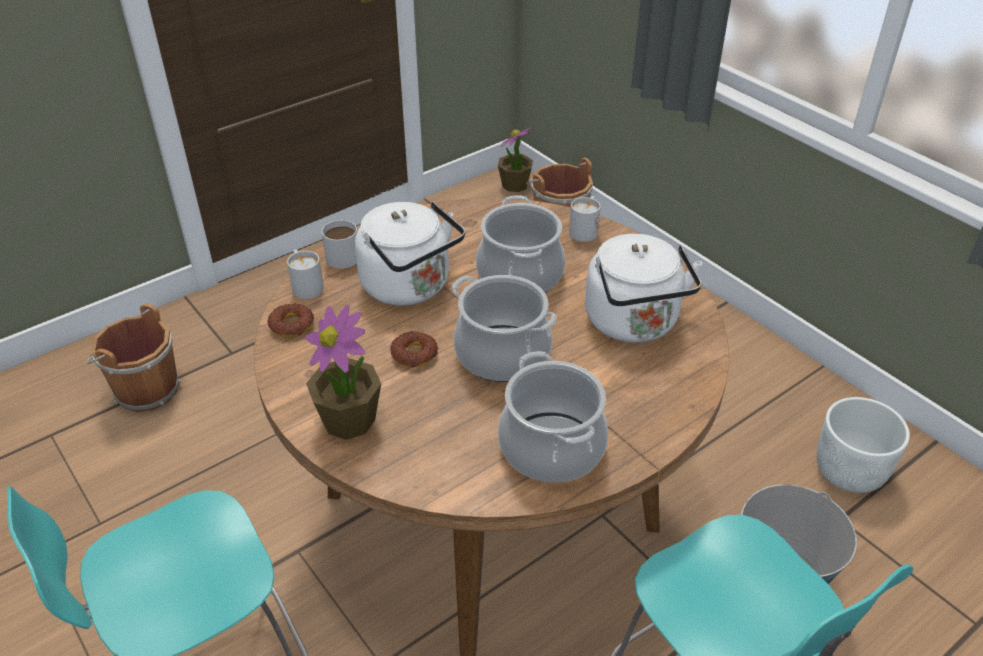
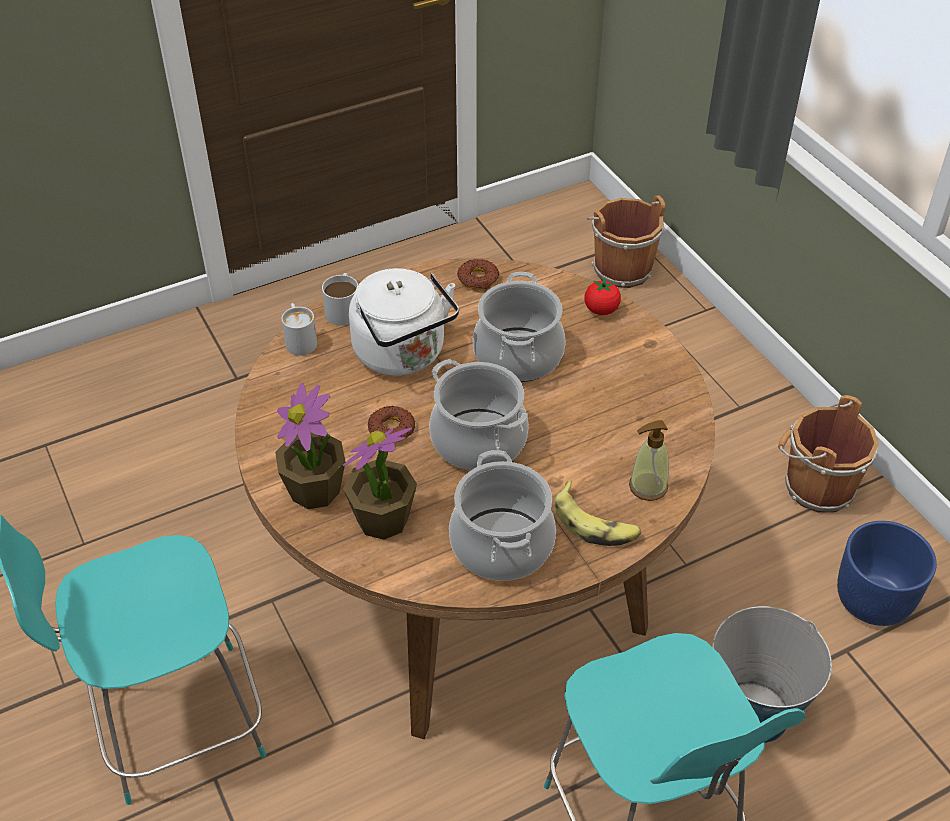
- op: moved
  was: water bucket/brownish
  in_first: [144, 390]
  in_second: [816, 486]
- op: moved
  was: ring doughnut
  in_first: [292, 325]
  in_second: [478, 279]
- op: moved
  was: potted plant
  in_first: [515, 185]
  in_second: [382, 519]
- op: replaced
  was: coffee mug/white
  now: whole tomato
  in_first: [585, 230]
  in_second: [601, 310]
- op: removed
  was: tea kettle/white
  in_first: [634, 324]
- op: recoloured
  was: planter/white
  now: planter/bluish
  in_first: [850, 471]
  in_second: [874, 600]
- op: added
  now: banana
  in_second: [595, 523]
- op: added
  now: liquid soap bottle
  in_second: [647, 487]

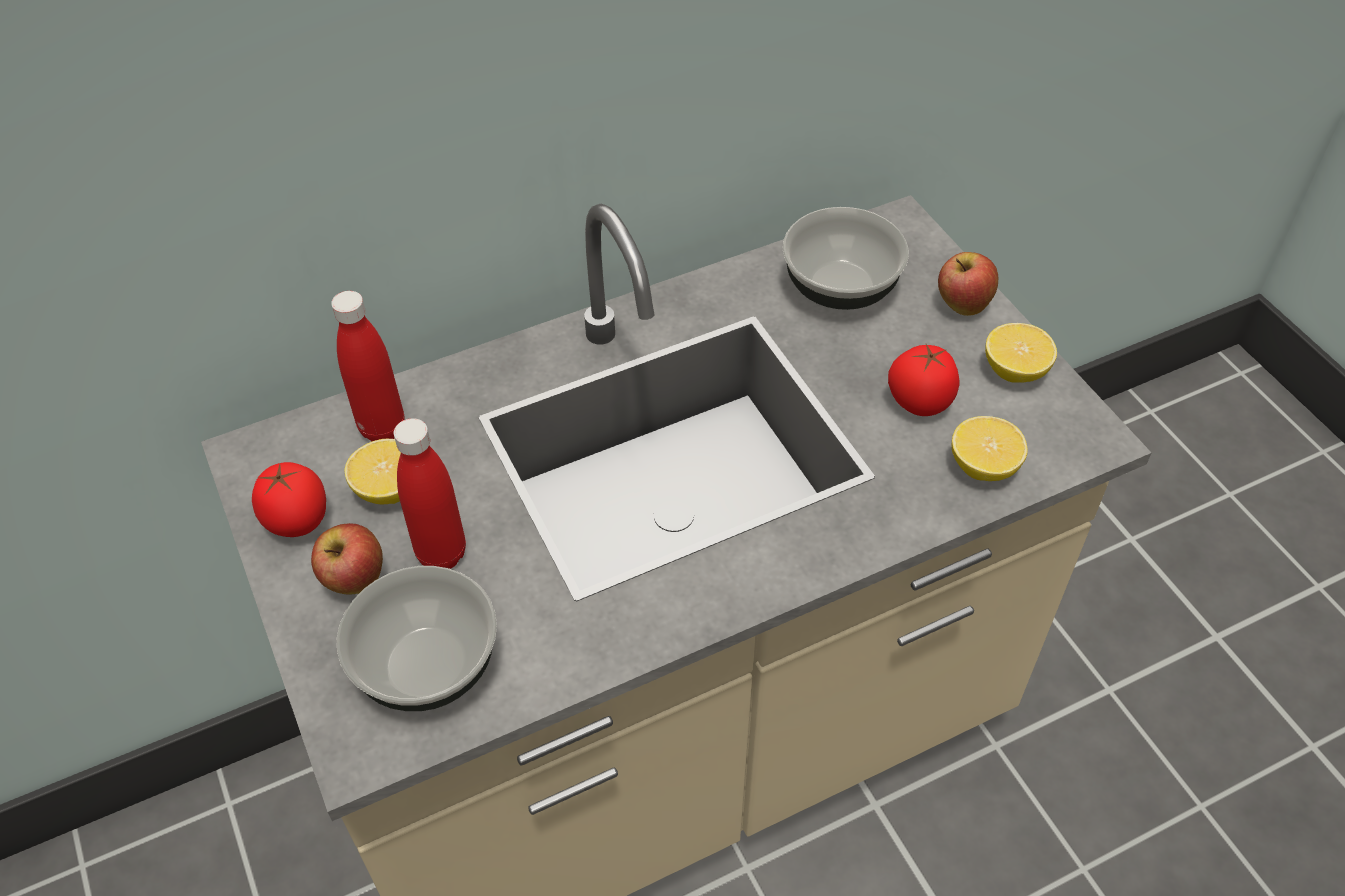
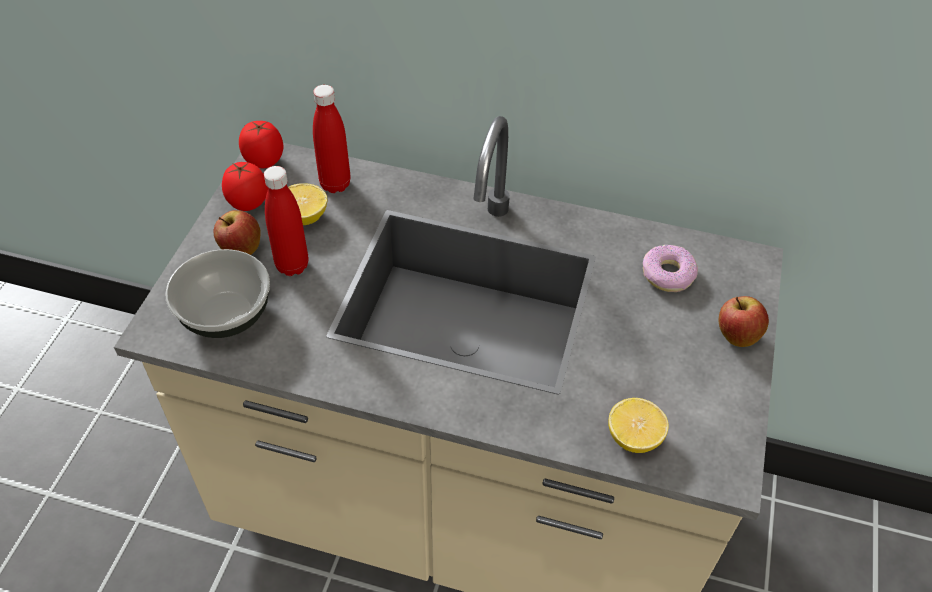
- op: replaced
  was: bowl
  now: ring doughnut
  in_first: [840, 288]
  in_second: [667, 274]
- op: moved
  was: whole tomato
  in_first: [919, 403]
  in_second: [264, 160]
- op: removed
  was: whole lemon
  in_first: [1015, 370]

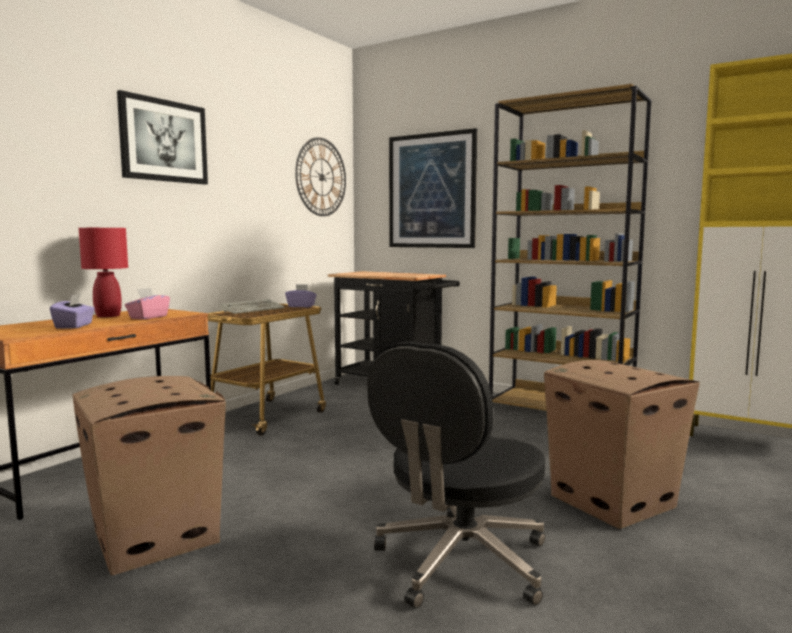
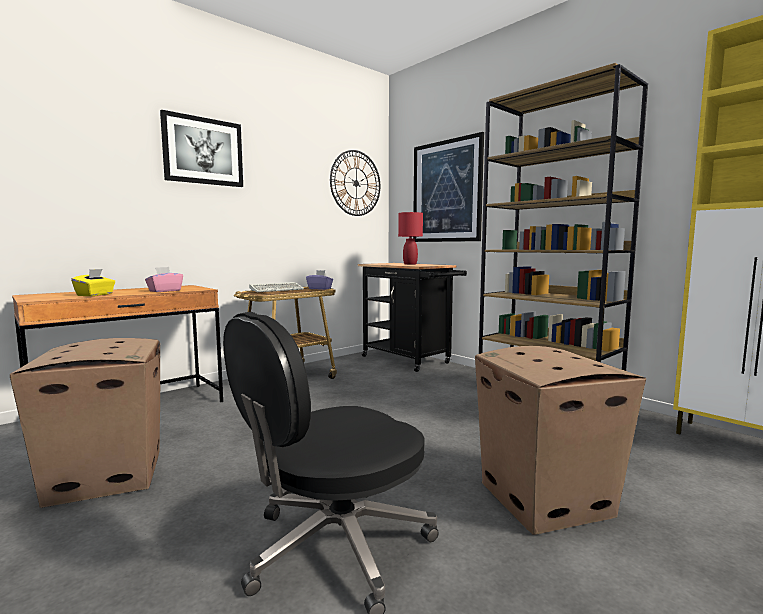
- op: recoloured
  was: tissue holder/purple-coloured
  now: tissue holder/yellow
  in_first: [74, 326]
  in_second: [95, 295]
- op: moved
  was: lamp for a table/red
  in_first: [107, 316]
  in_second: [410, 264]

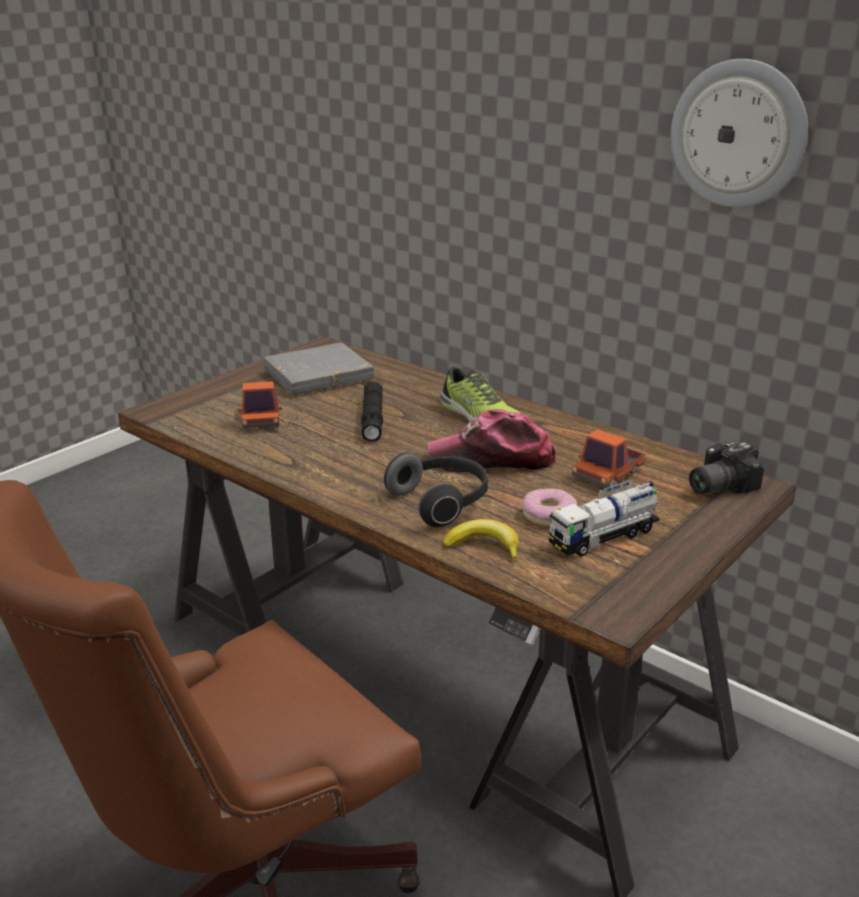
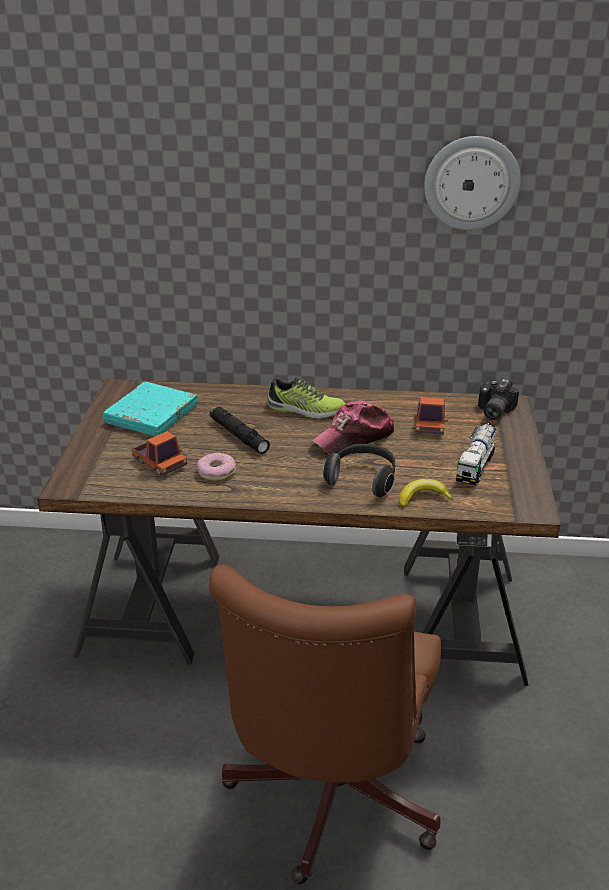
- op: recoloured
  was: bound book/greyish
  now: bound book/turquoise
  in_first: [318, 376]
  in_second: [151, 414]
- op: moved
  was: ring doughnut
  in_first: [549, 515]
  in_second: [217, 472]

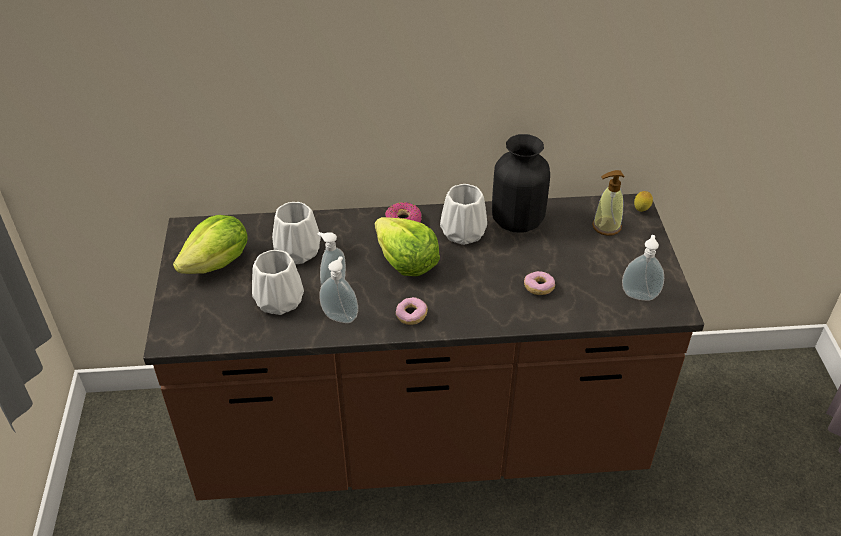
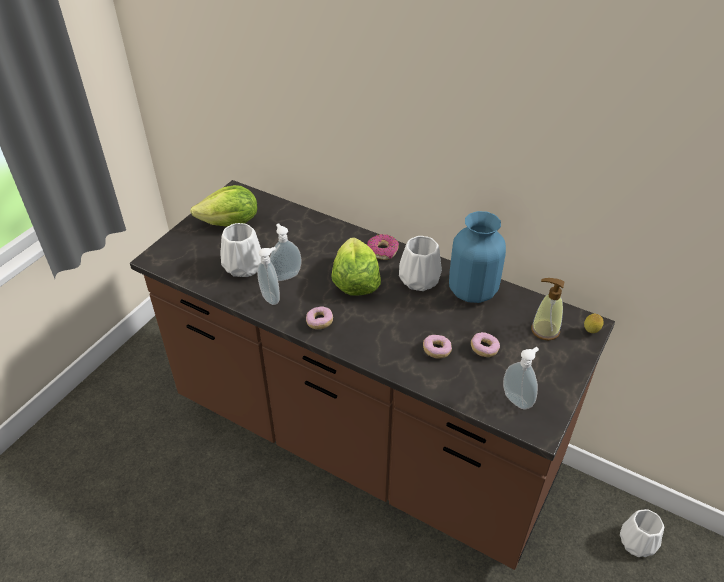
- op: moved
  was: flower vase/white
  in_first: [299, 252]
  in_second: [637, 543]
- op: recoloured
  was: flower vase/black-coloured
  now: flower vase/bluish
  in_first: [517, 220]
  in_second: [472, 290]
- op: added
  now: ring doughnut
  in_second: [484, 349]

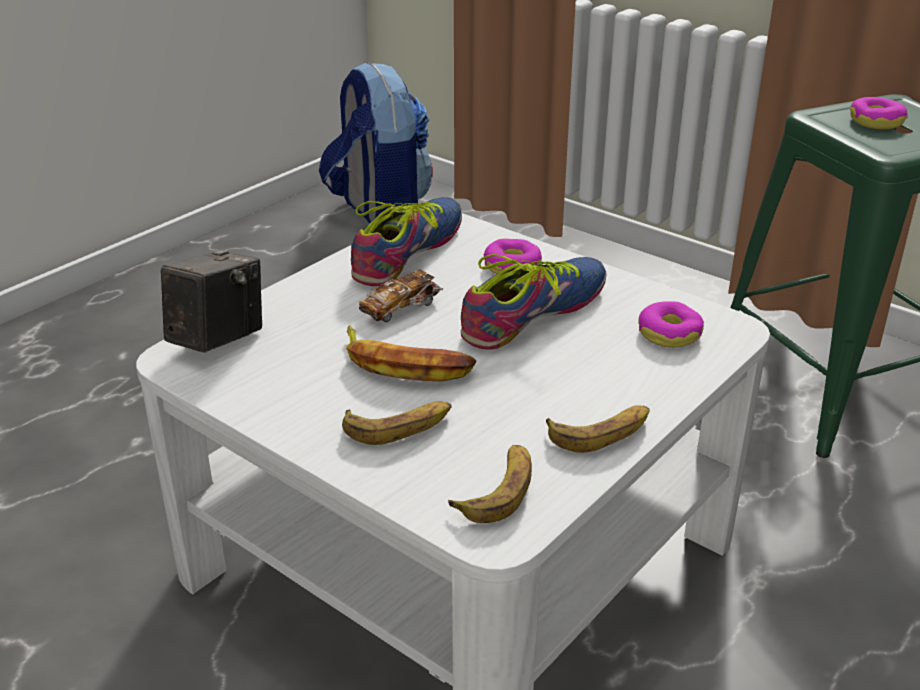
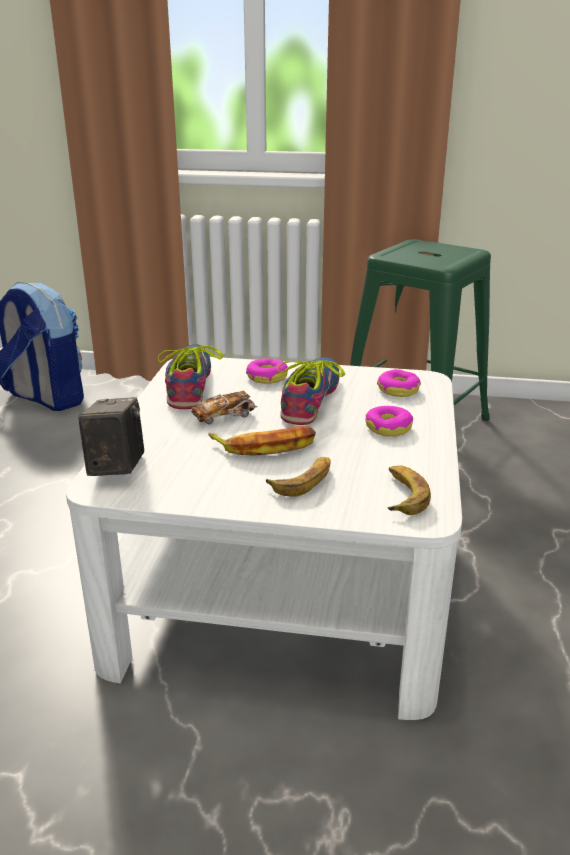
- op: turned
  was: miniature car
  in_first: [401, 309]
  in_second: [224, 417]
  clockwise: 45
- op: removed
  was: banana
  in_first: [600, 433]
- op: moved
  was: ring doughnut
  in_first: [876, 122]
  in_second: [389, 428]

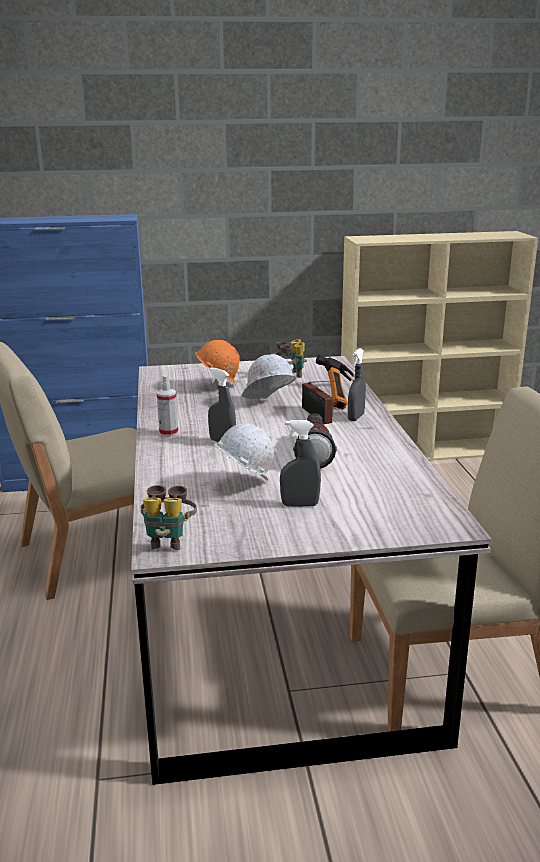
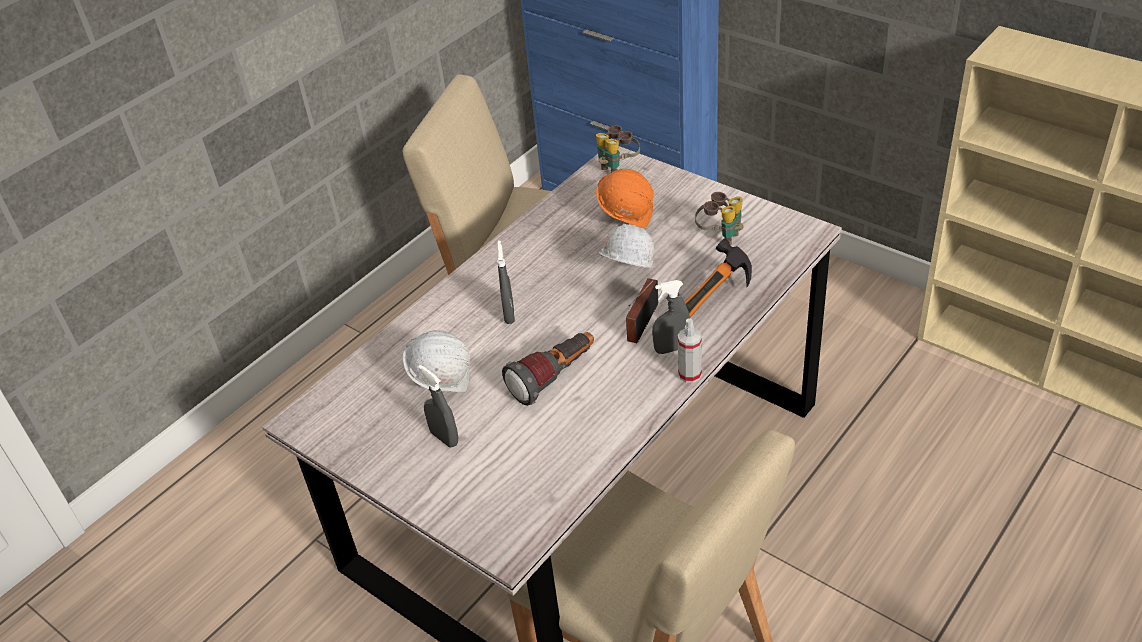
- op: moved
  was: pair of binoculars
  in_first: [168, 540]
  in_second: [618, 167]
- op: moved
  was: spray bottle
  in_first: [168, 433]
  in_second: [690, 374]

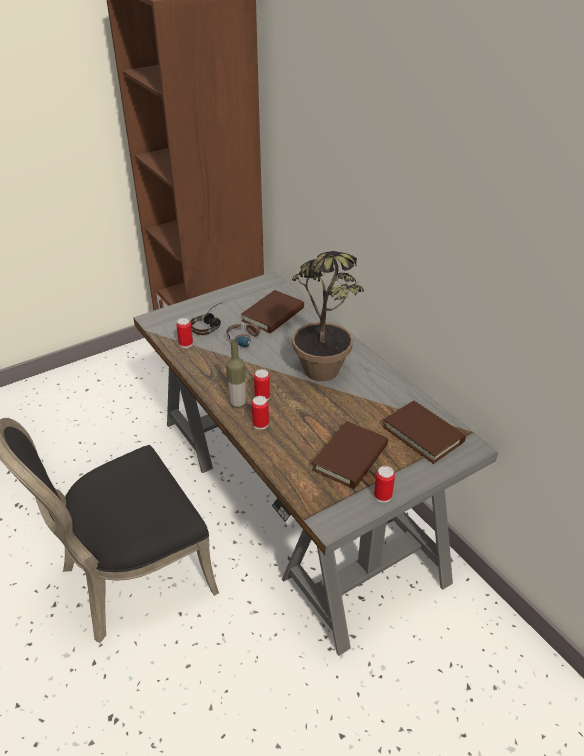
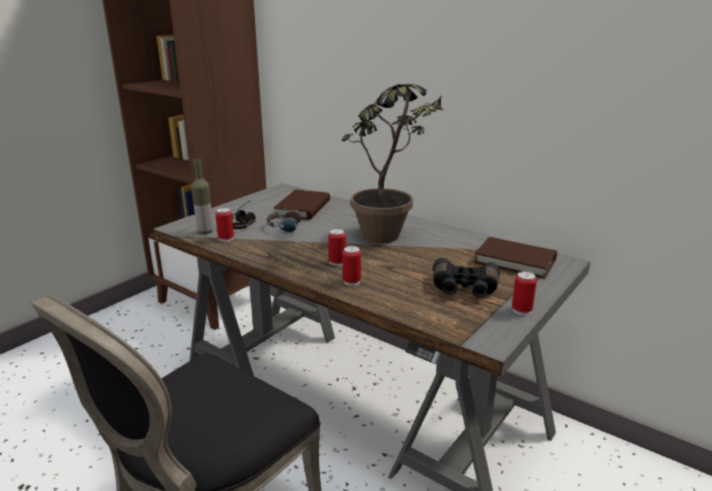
- op: moved
  was: beverage bottle
  in_first: [238, 403]
  in_second: [205, 231]
- op: replaced
  was: bound book/brownish
  now: pair of binoculars/black-coloured
  in_first: [350, 458]
  in_second: [464, 289]

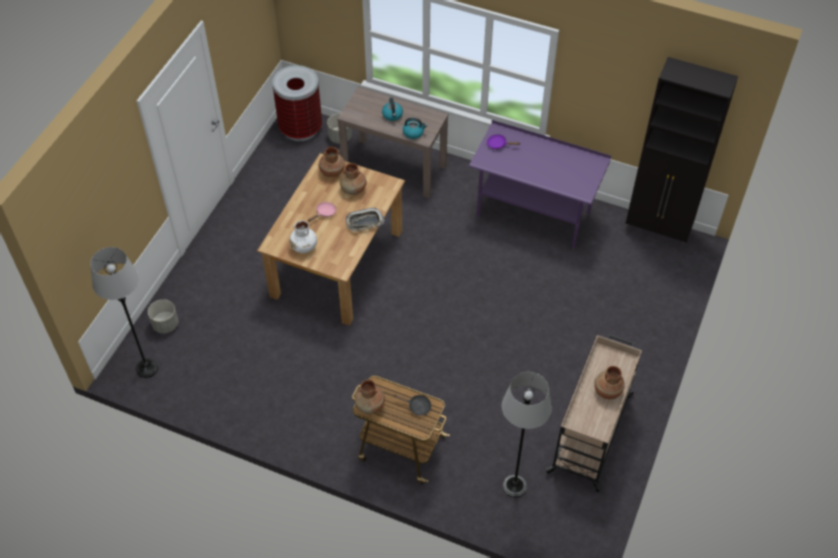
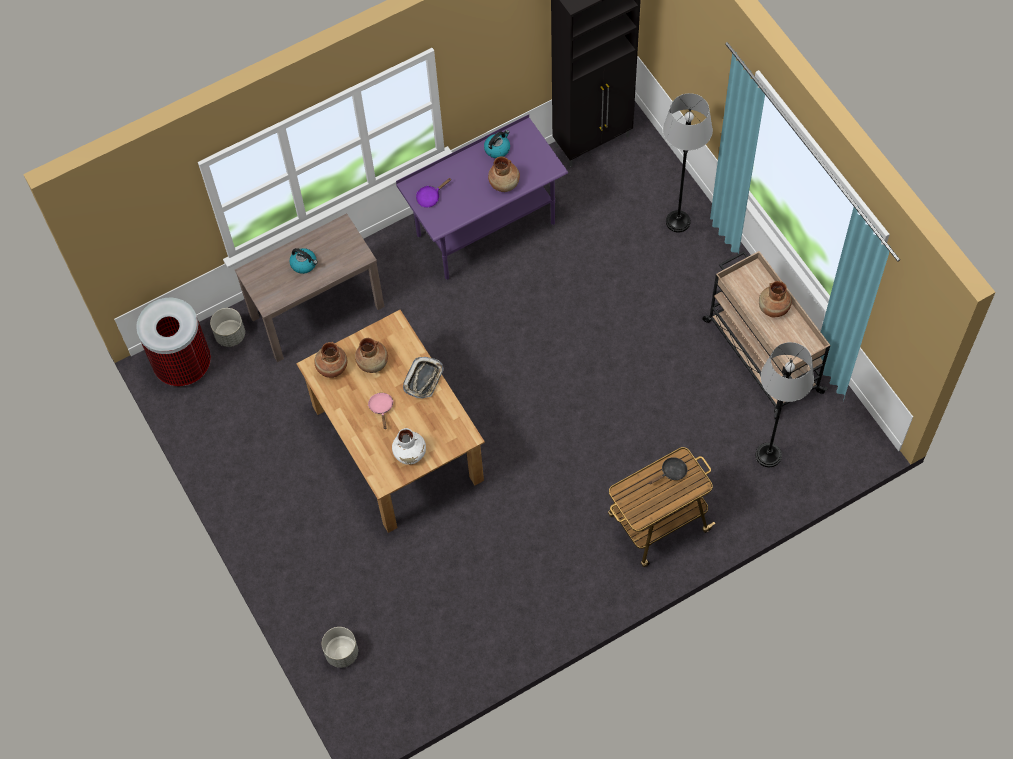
- op: moved
  was: floor lamp/greyish
  in_first: [147, 368]
  in_second: [678, 222]
- op: moved
  was: flower vase/brownish
  in_first: [370, 405]
  in_second: [504, 183]
- op: moved
  was: tea kettle
  in_first: [414, 132]
  in_second: [497, 149]

